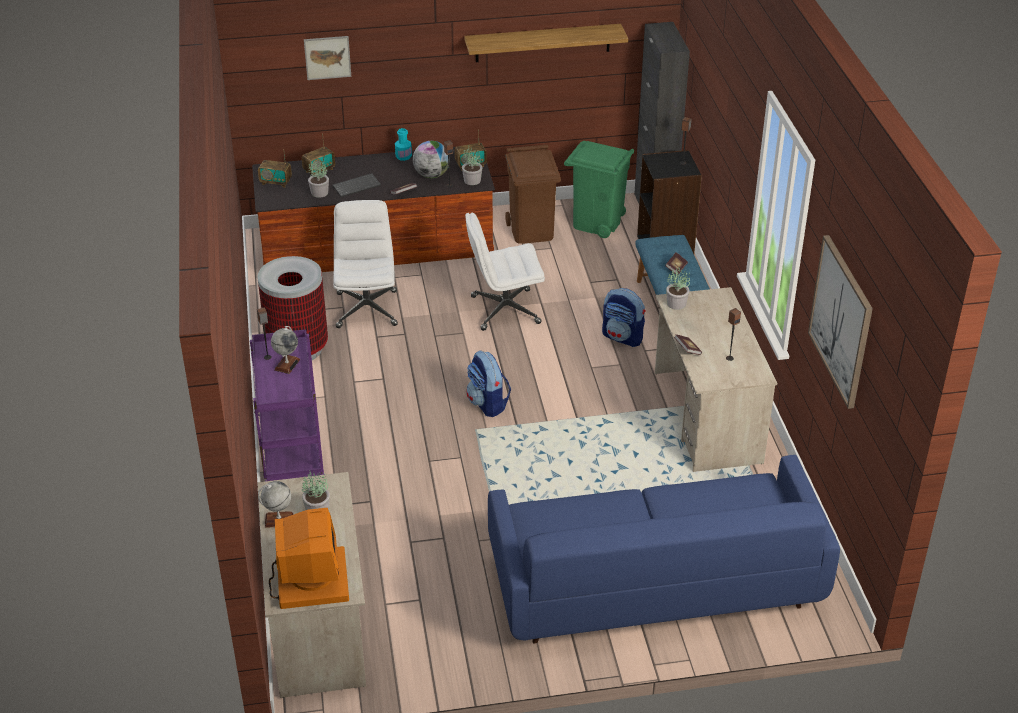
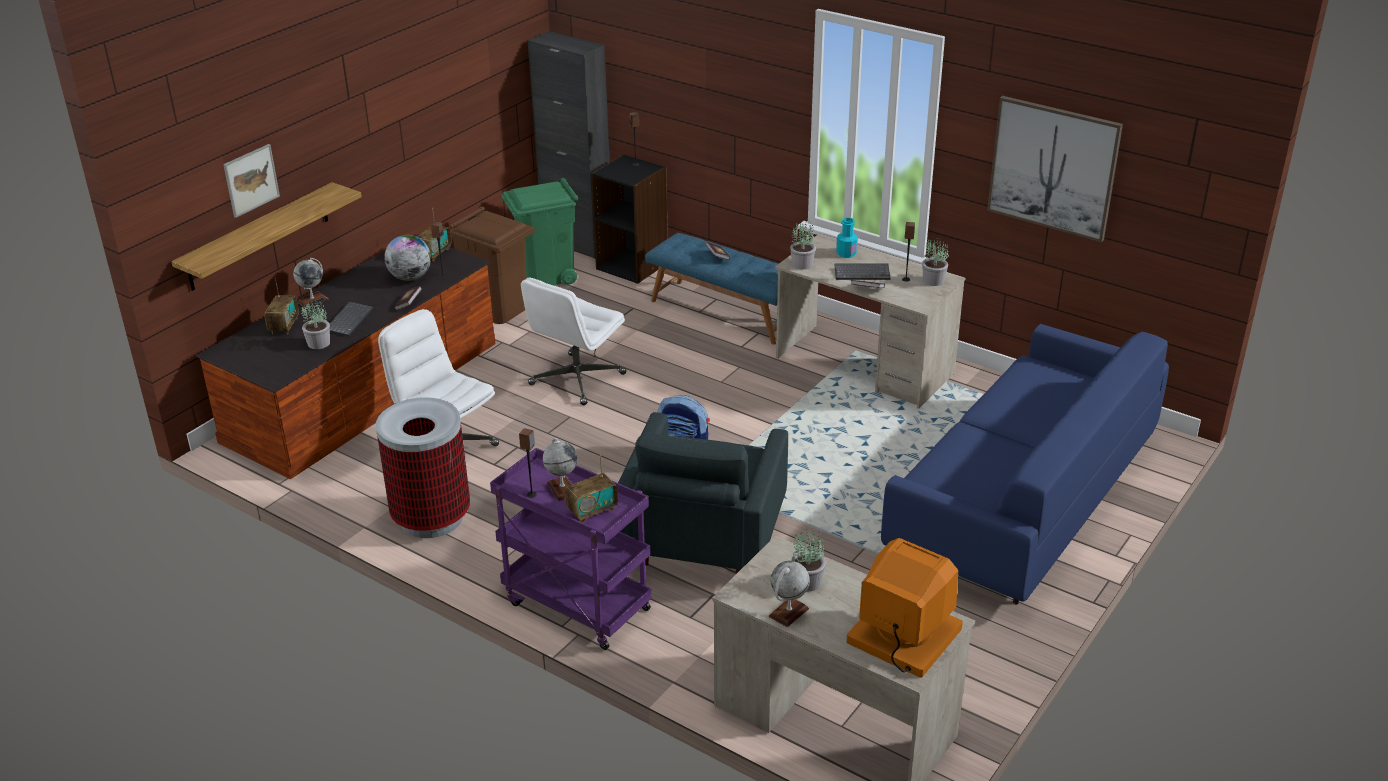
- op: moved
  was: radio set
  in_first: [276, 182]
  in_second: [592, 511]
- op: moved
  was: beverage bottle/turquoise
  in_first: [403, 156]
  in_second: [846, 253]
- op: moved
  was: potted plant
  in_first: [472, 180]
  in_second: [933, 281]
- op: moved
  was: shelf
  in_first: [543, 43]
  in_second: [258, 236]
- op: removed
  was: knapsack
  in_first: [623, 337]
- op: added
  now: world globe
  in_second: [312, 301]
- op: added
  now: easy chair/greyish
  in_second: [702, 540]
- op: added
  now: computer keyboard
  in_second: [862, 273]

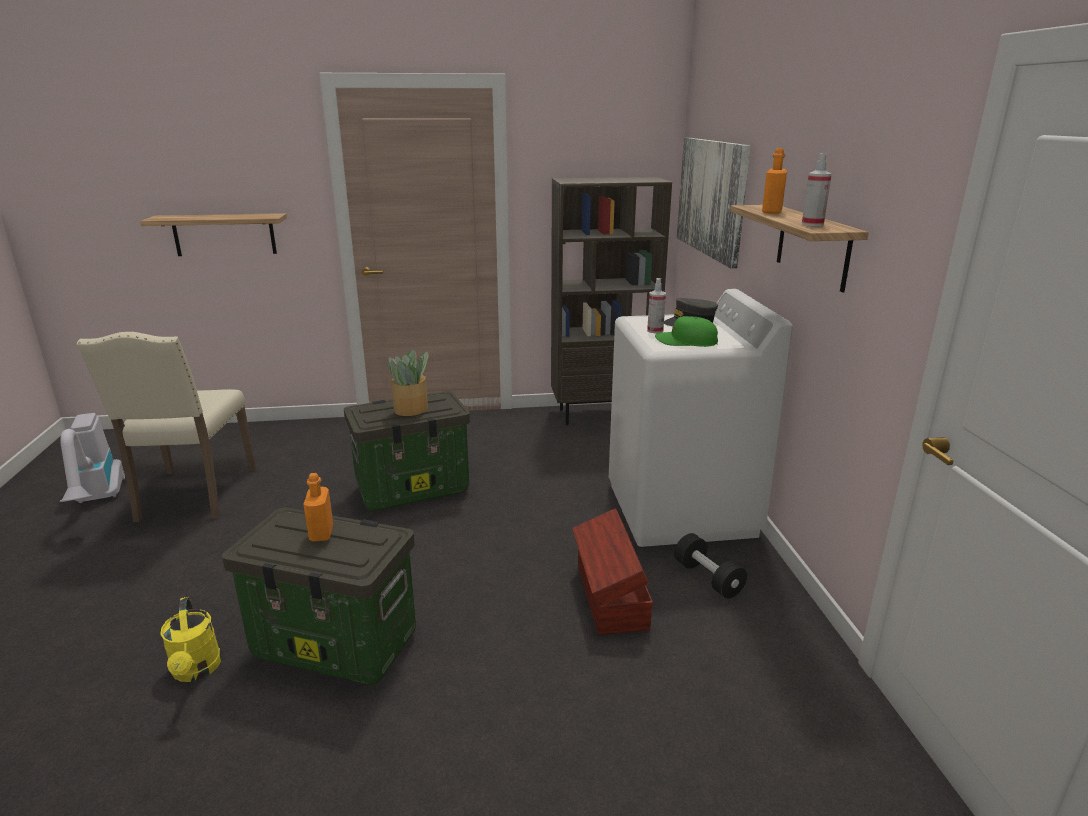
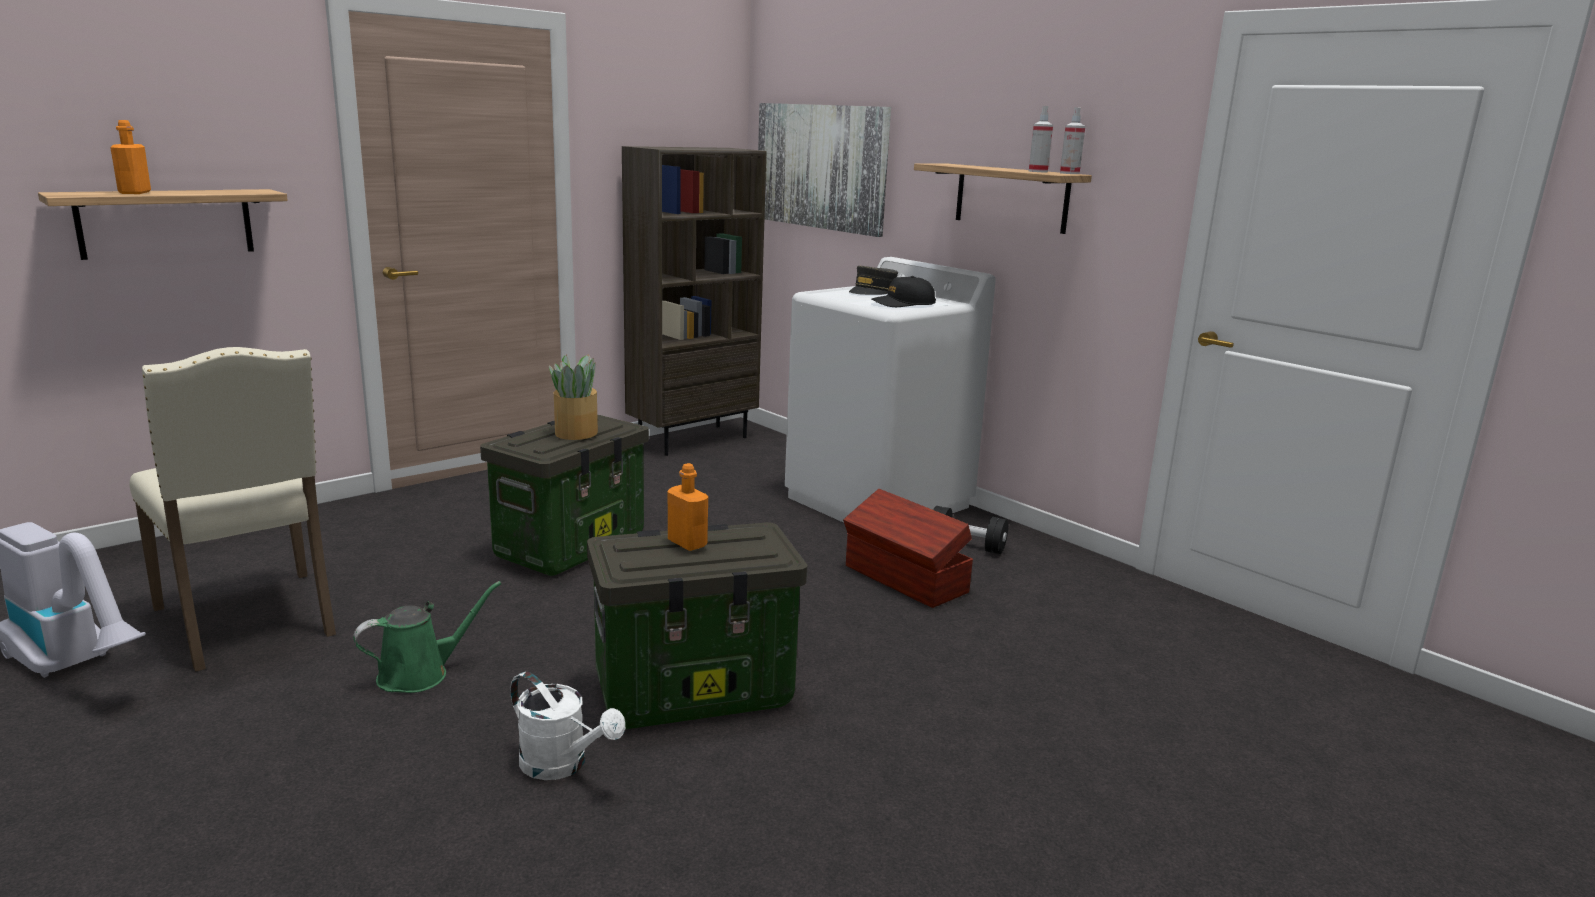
- op: recoloured
  was: watering pot/yellow
  now: watering pot/white
  in_first: [196, 671]
  in_second: [562, 765]
- op: moved
  was: spray bottle
  in_first: [655, 331]
  in_second: [1069, 173]
- op: recoloured
  was: cap/green
  now: cap/black-coloured
  in_first: [686, 342]
  in_second: [903, 304]
- op: moved
  was: beverage bottle/orange
  in_first: [771, 211]
  in_second: [135, 192]
- op: added
  now: watering pot/green
  in_second: [420, 674]

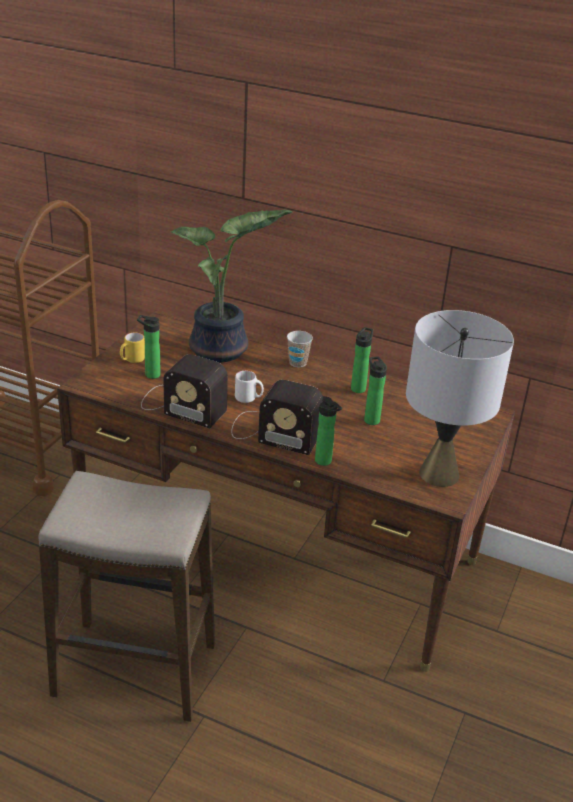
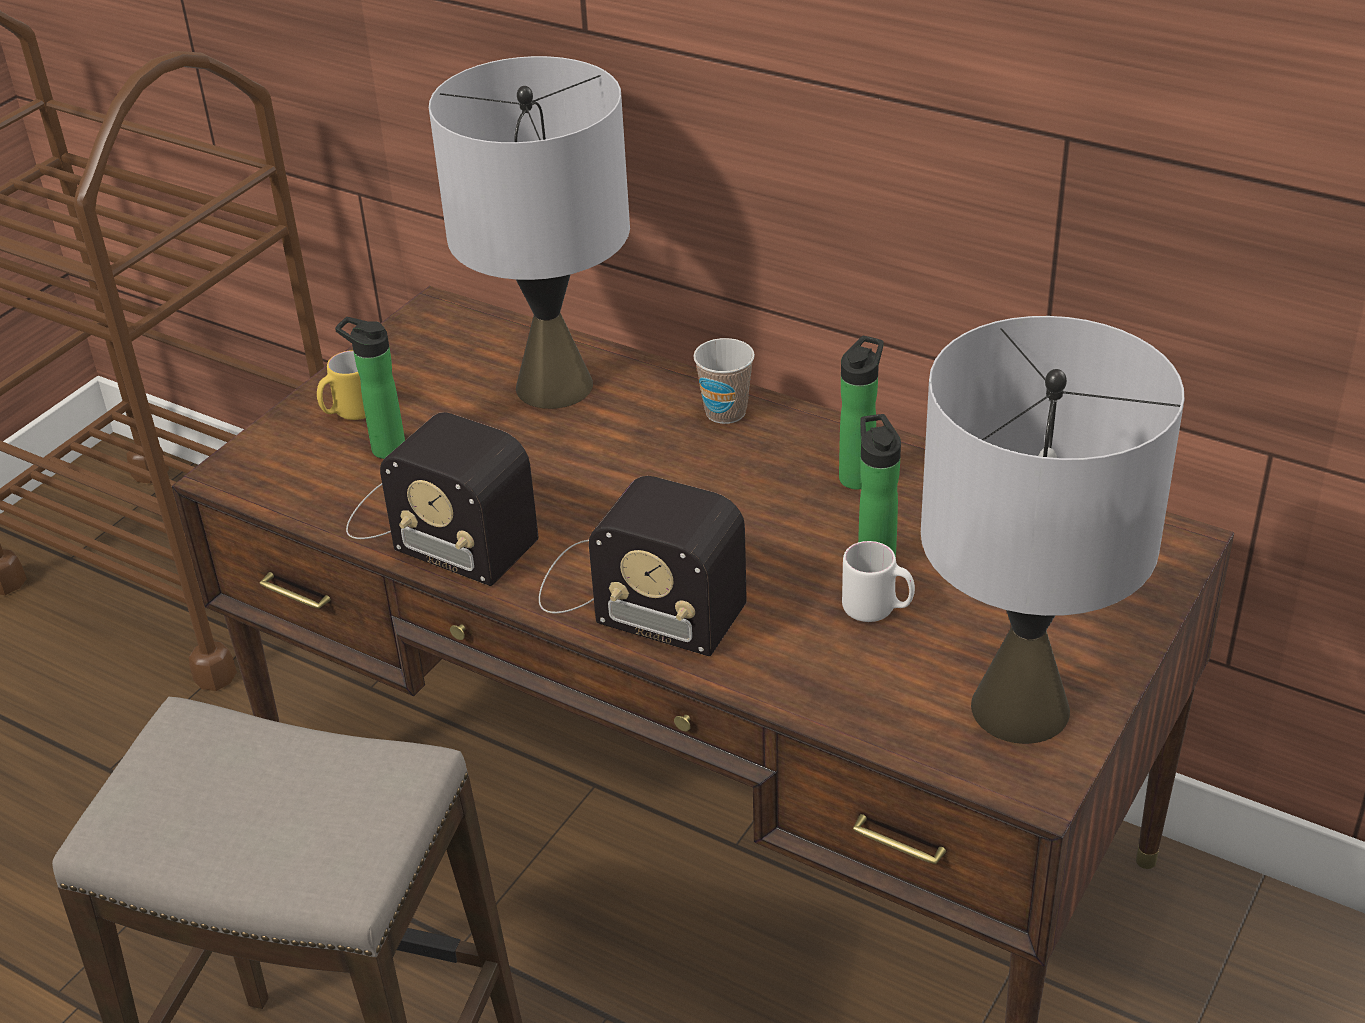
- op: replaced
  was: potted plant
  now: lamp for a table/greyish
  in_first: [221, 351]
  in_second: [555, 386]
- op: moved
  was: coffee mug/white
  in_first: [249, 399]
  in_second: [877, 610]
- op: removed
  was: beverage bottle
  in_first: [325, 462]

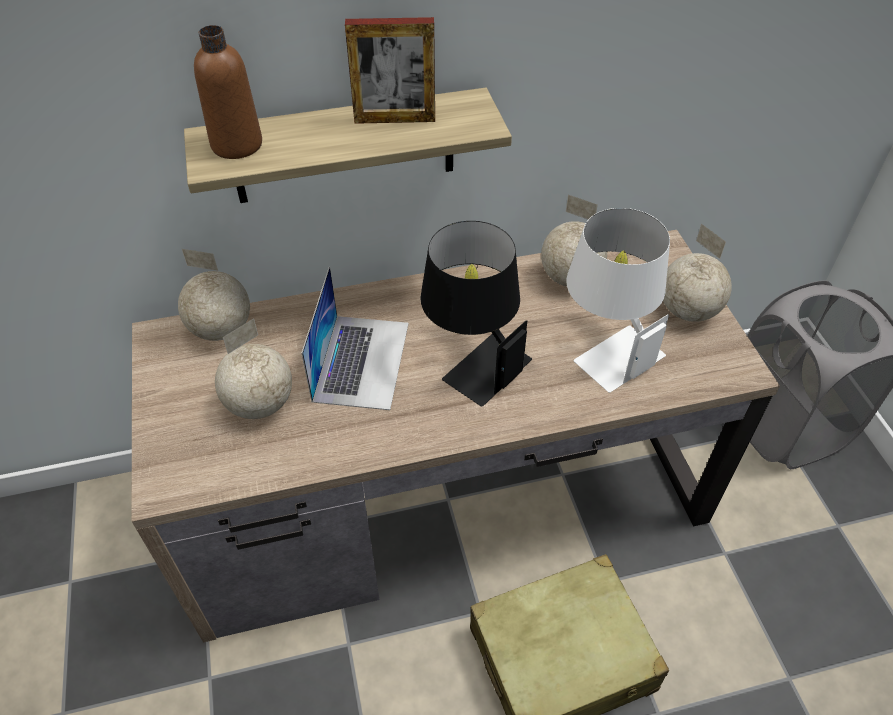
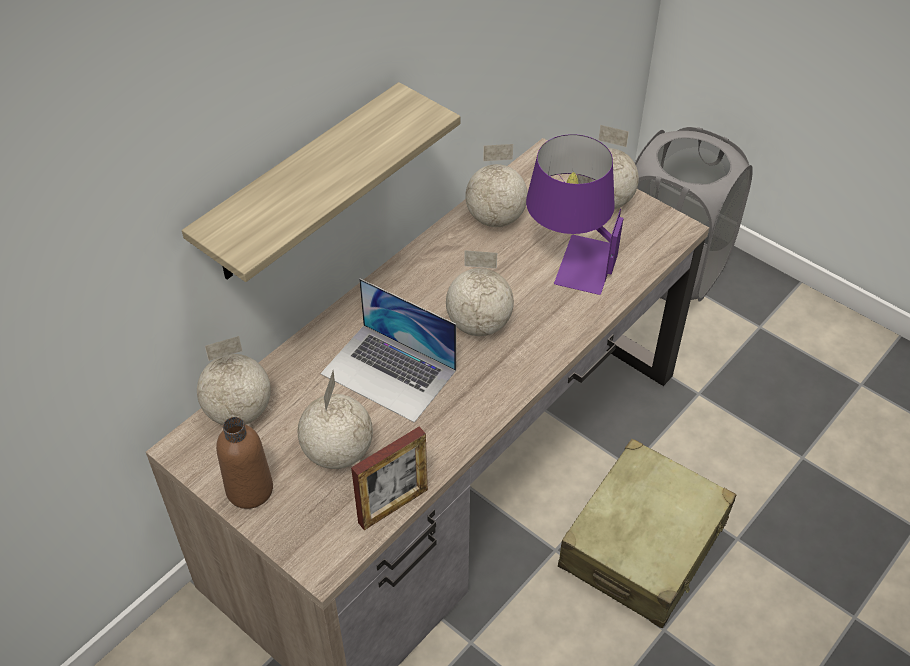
- op: moved
  was: beverage bottle/brownish
  in_first: [237, 145]
  in_second: [249, 489]
- op: turned
  was: notebook computer
  in_first: [361, 360]
  in_second: [389, 372]
  clockwise: 150
- op: moved
  was: picture frame
  in_first: [395, 119]
  in_second: [393, 506]
- op: replaced
  was: lamp for a table/black-coloured
  now: world globe
  in_first: [472, 360]
  in_second: [478, 324]
- op: recoloured
  was: lamp for a table/white
  now: lamp for a table/purple-coloured
  in_first: [606, 347]
  in_second: [569, 260]

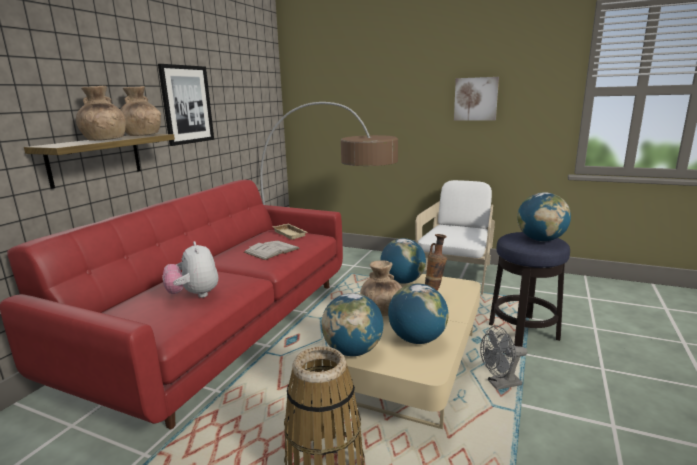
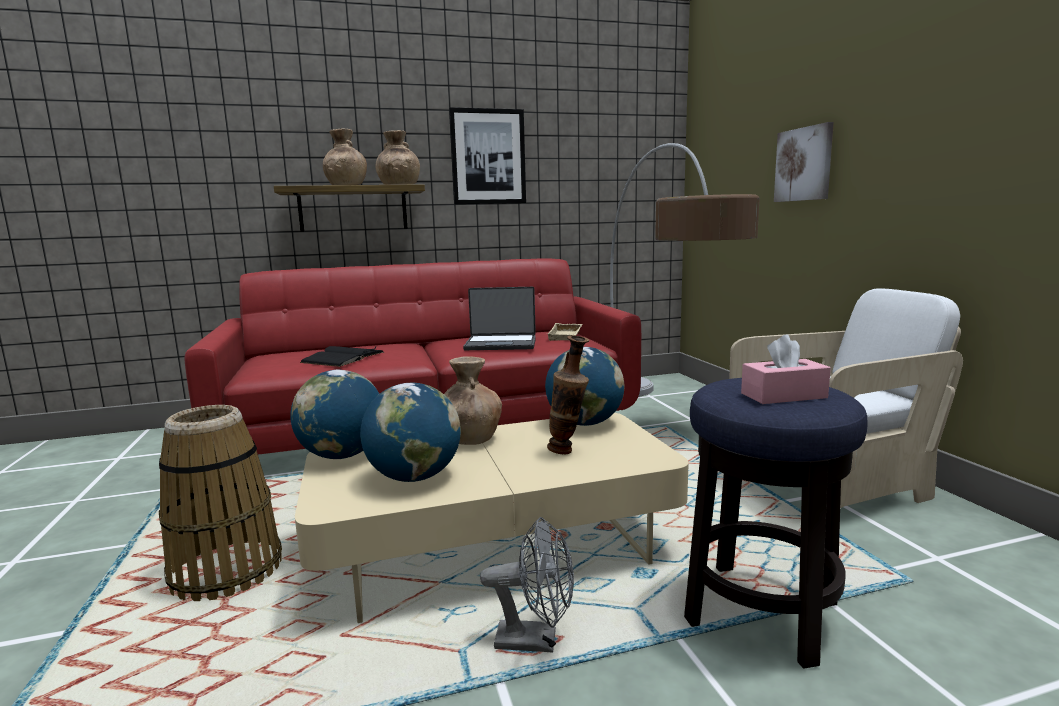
- op: replaced
  was: cuddly toy
  now: bound book/black-coloured
  in_first: [194, 295]
  in_second: [343, 357]
- op: replaced
  was: bound book/white
  now: notebook computer
  in_first: [272, 250]
  in_second: [501, 344]
- op: moved
  was: wall art
  in_first: [476, 99]
  in_second: [804, 164]
- op: turned
  was: electric fan/greyish
  in_first: [500, 384]
  in_second: [536, 640]
  clockwise: 150
- op: replaced
  was: world globe
  now: tissue holder/pink
  in_first: [540, 240]
  in_second: [783, 395]

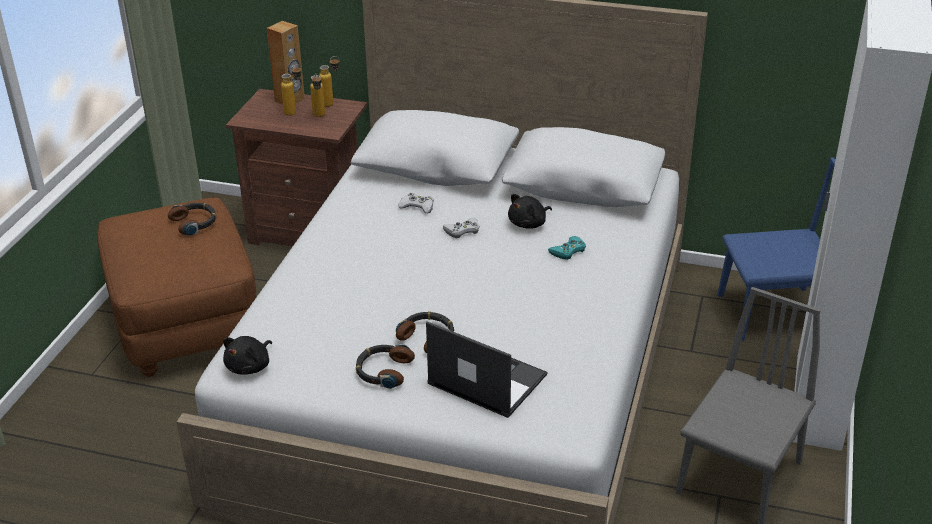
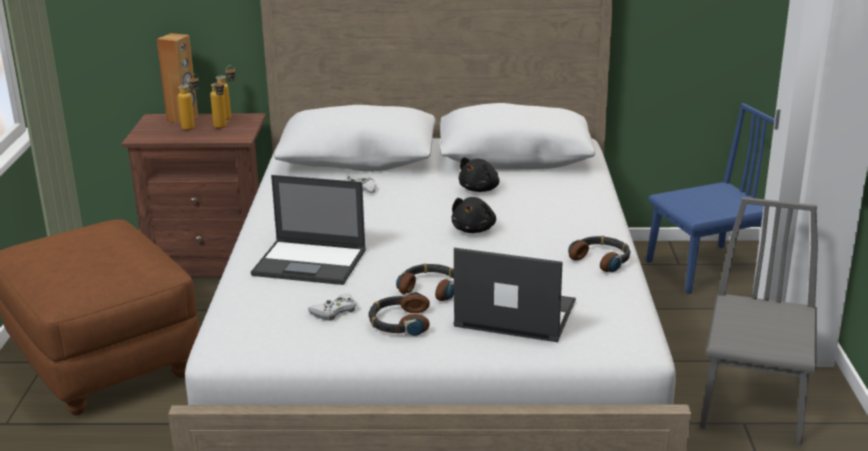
- op: moved
  was: headphones
  in_first: [195, 223]
  in_second: [601, 259]
- op: moved
  was: cuddly toy/black-coloured
  in_first: [250, 366]
  in_second: [474, 229]
- op: moved
  was: joypad/white
  in_first: [462, 231]
  in_second: [334, 311]
- op: removed
  was: joypad/turquoise
  in_first: [568, 251]
- op: added
  now: notebook computer
  in_second: [311, 263]

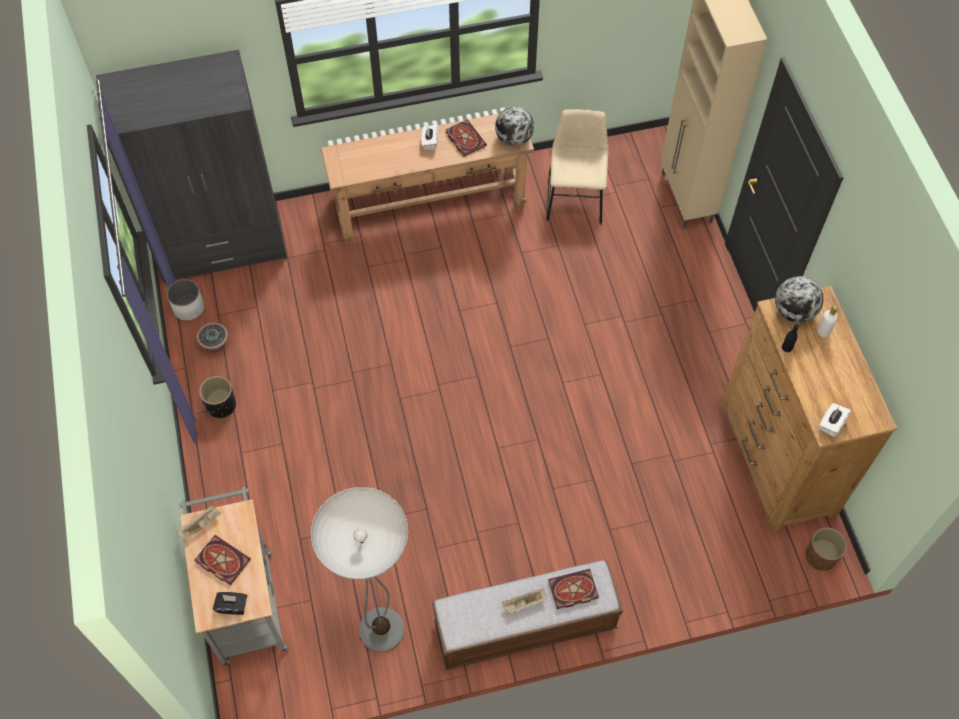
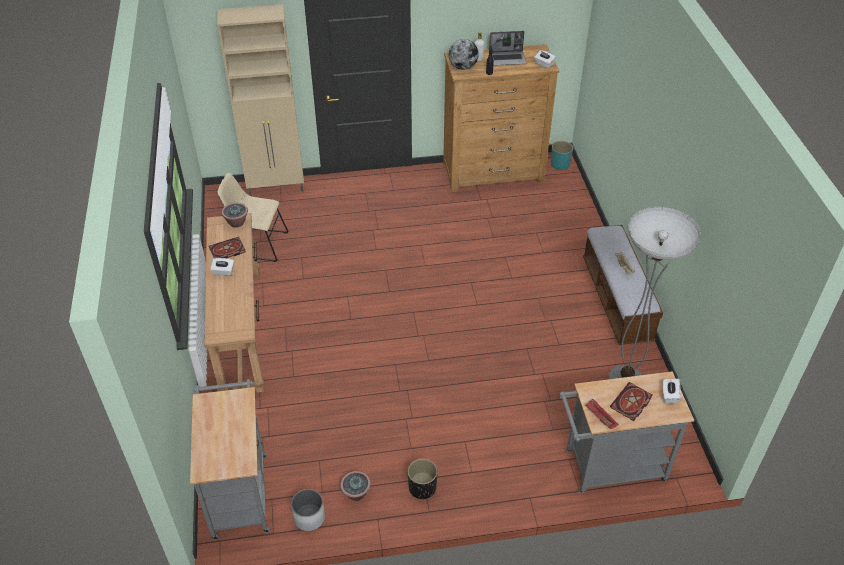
- op: replaced
  was: wardrobe/greyish
  now: cart/greyish
  in_first: [222, 245]
  in_second: [240, 490]
- op: recoloured
  was: serving tray/sand-coloured
  now: serving tray/red
  in_first: [200, 525]
  in_second: [600, 418]
- op: recoloured
  was: tissue holder/black-coloured
  now: tissue holder/white
  in_first: [232, 606]
  in_second: [669, 395]
- op: replaced
  was: world globe
  now: potted plant
  in_first: [514, 139]
  in_second: [236, 222]
- op: removed
  was: bound book
  in_first: [572, 591]
- op: recoloured
  was: planter/brownish
  now: planter/turquoise
  in_first: [820, 556]
  in_second: [560, 164]
- op: added
  now: notebook computer
  in_second: [507, 59]

